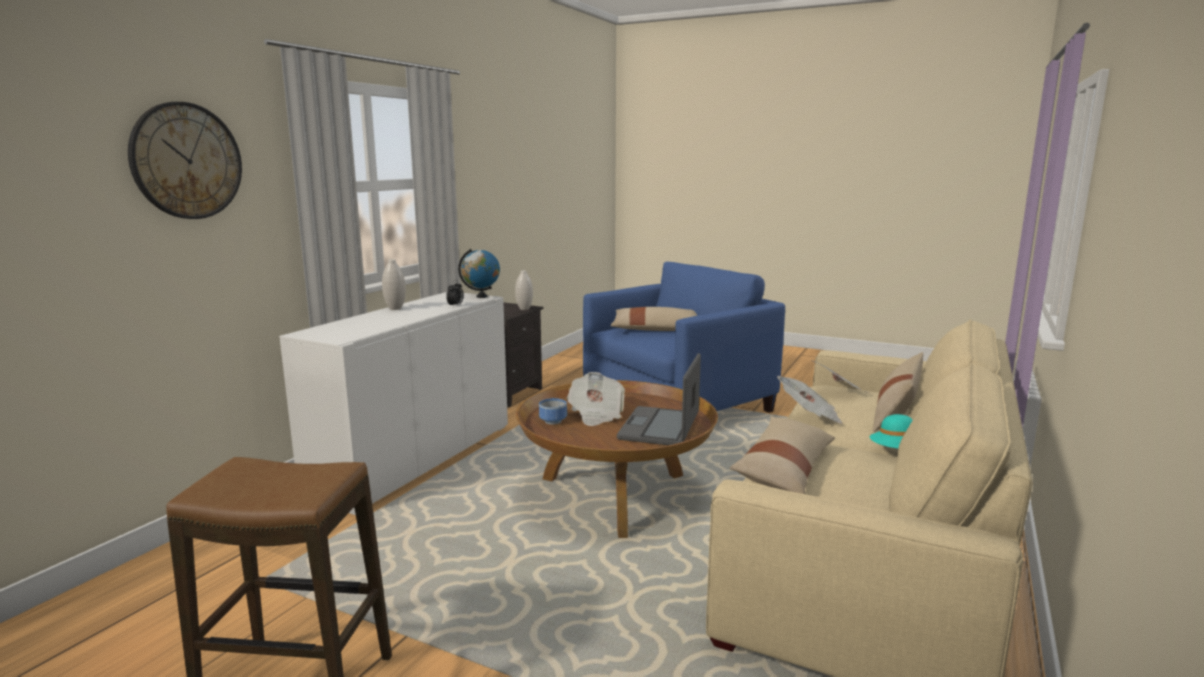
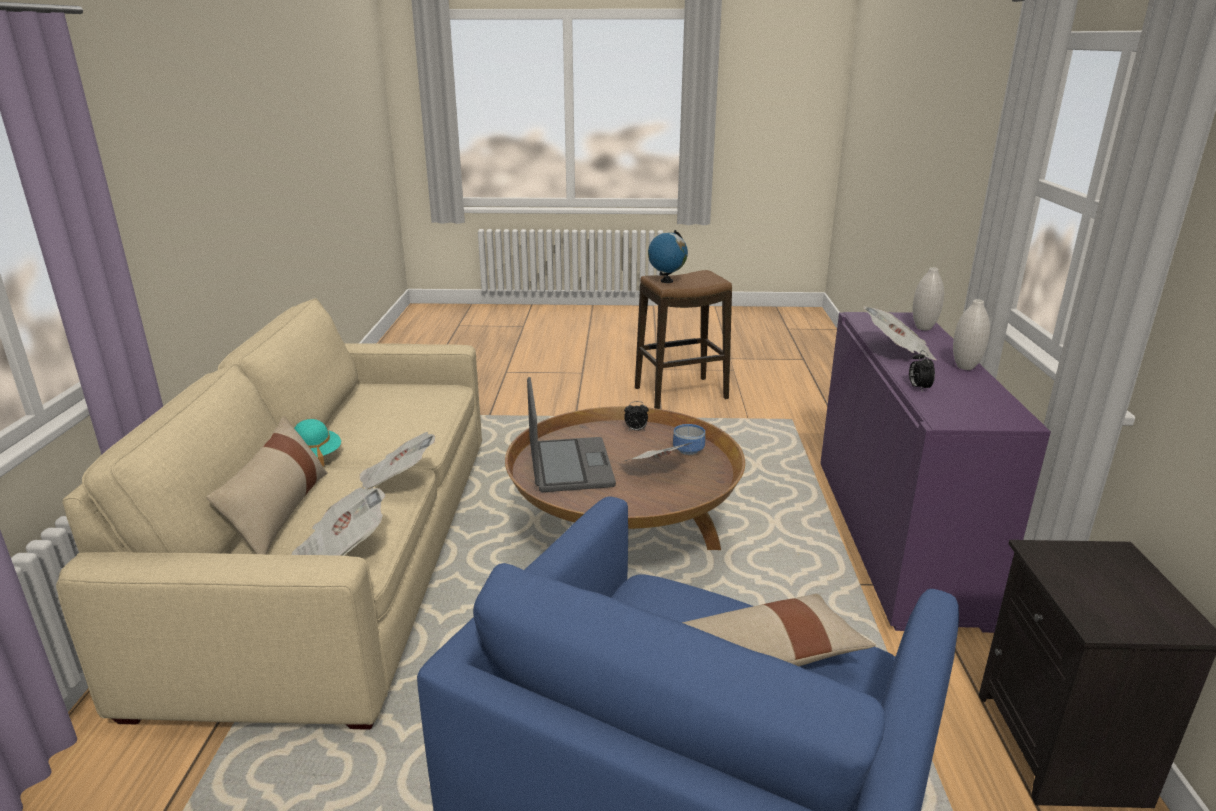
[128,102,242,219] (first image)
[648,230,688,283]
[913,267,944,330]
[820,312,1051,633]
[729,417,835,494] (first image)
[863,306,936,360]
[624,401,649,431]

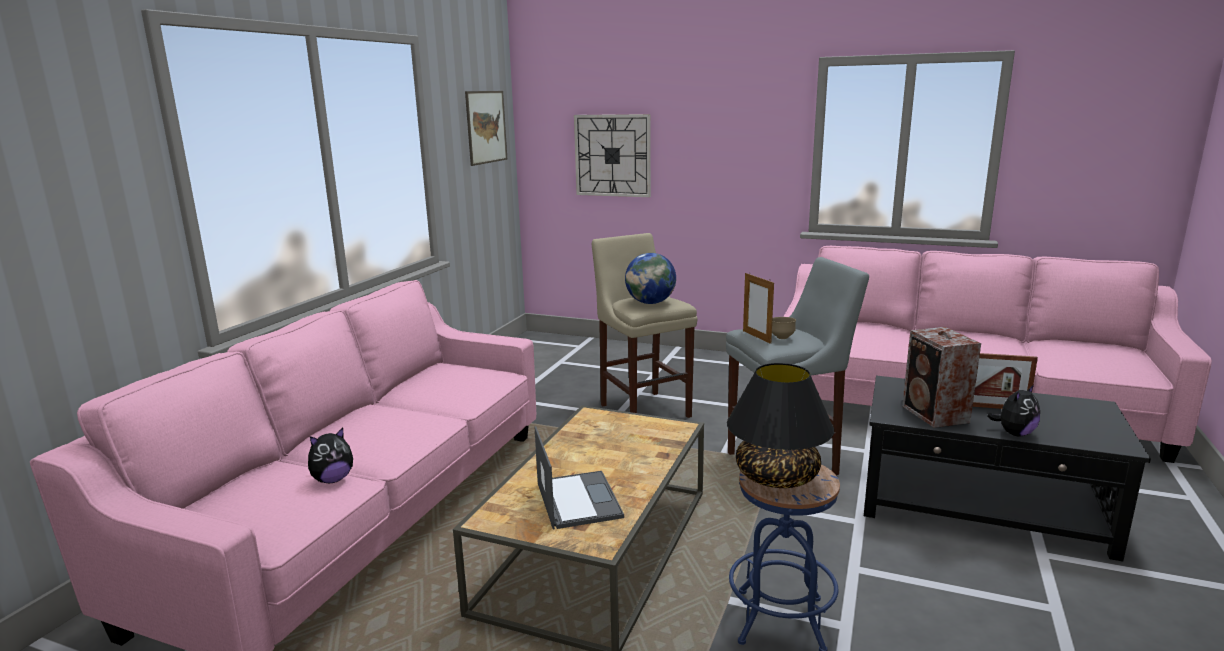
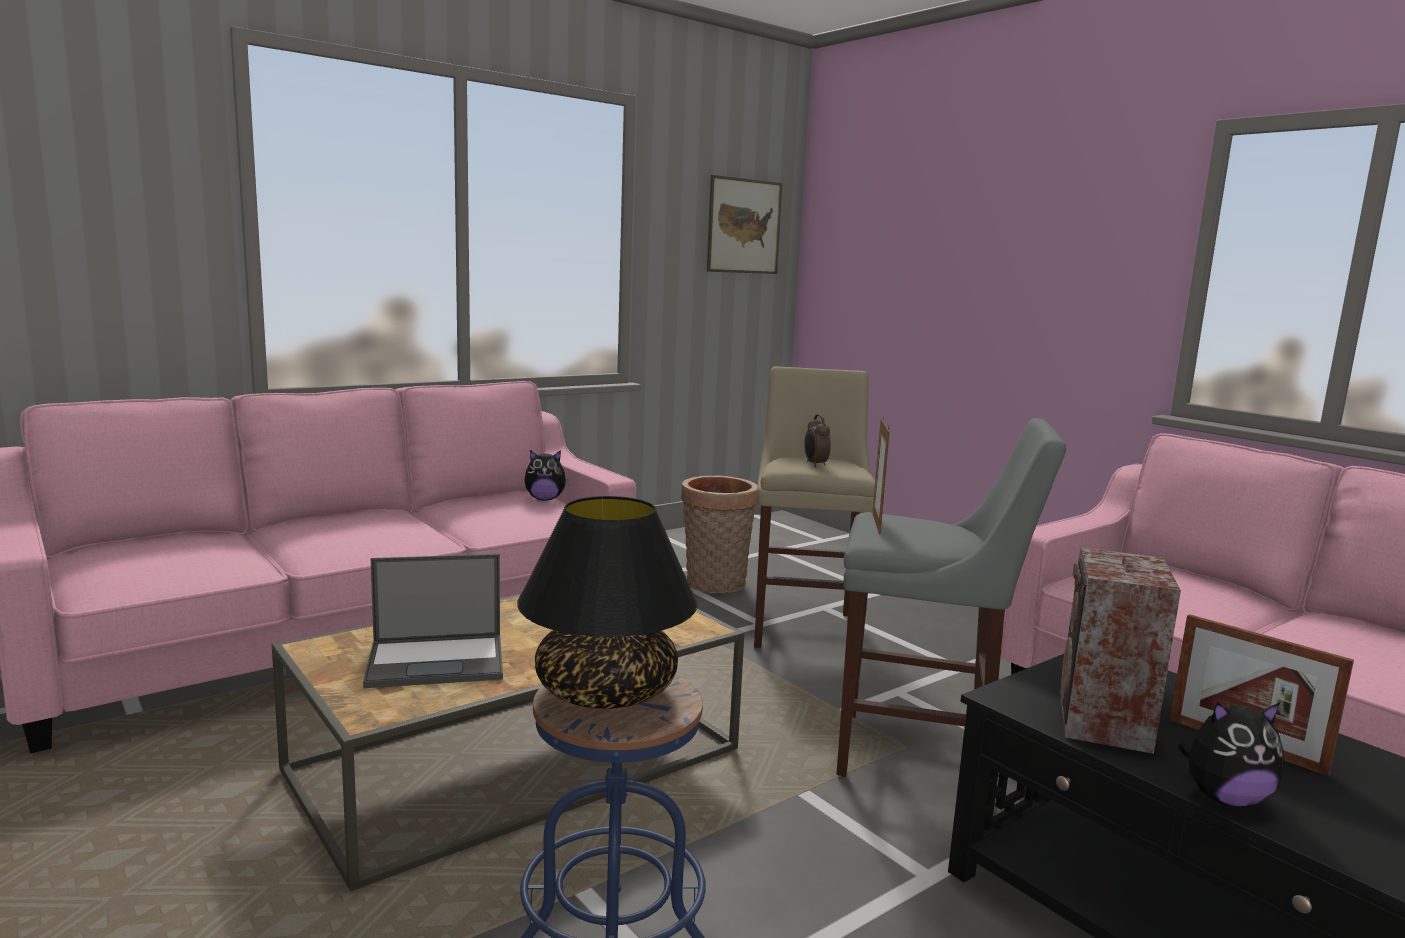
[574,114,651,197] (first image)
[804,414,831,467]
[772,317,796,339] (first image)
[363,554,503,688]
[524,450,569,501]
[681,476,758,593]

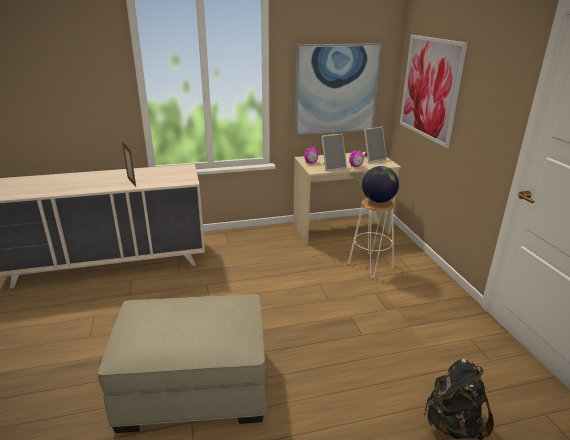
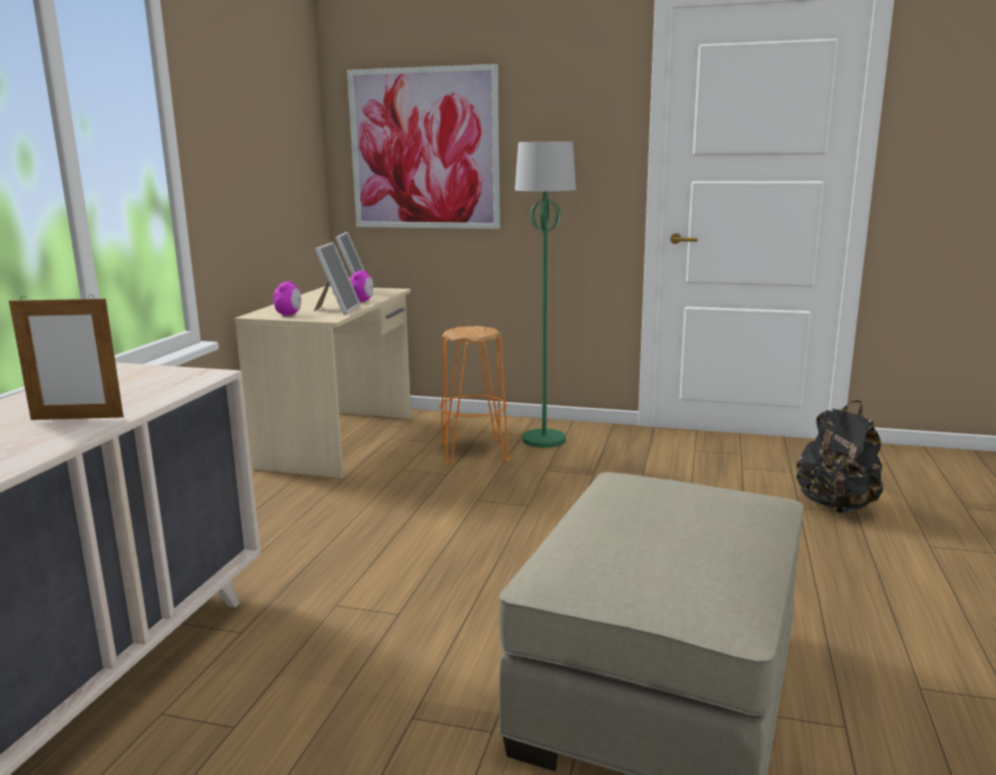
[294,43,382,135] (first image)
[362,166,399,203] (first image)
[440,326,509,465]
[515,141,576,448]

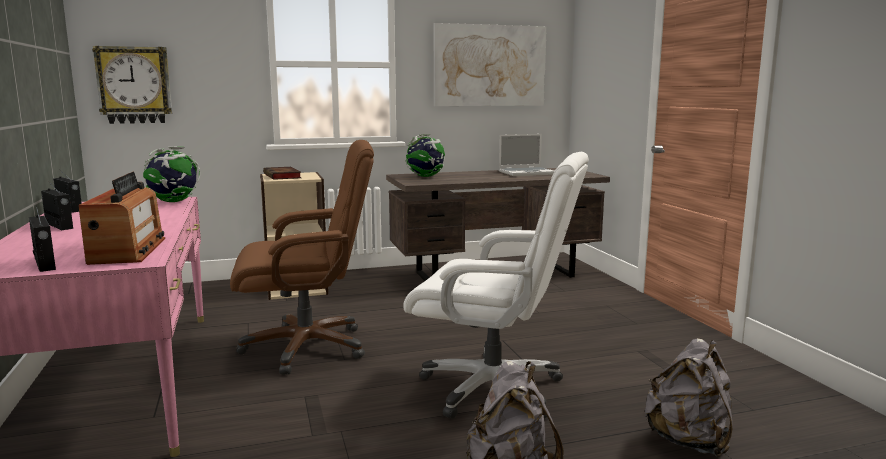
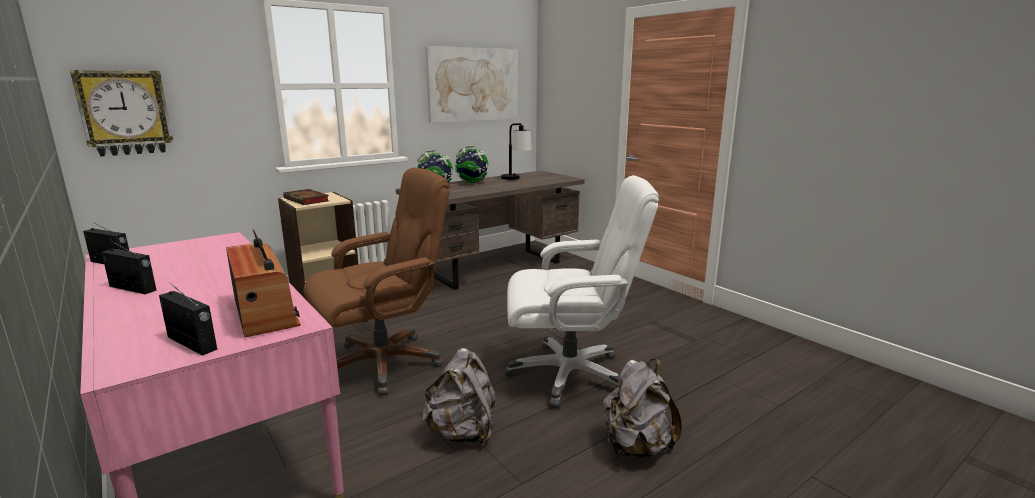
[501,123,532,180]
[455,146,488,183]
[422,348,496,446]

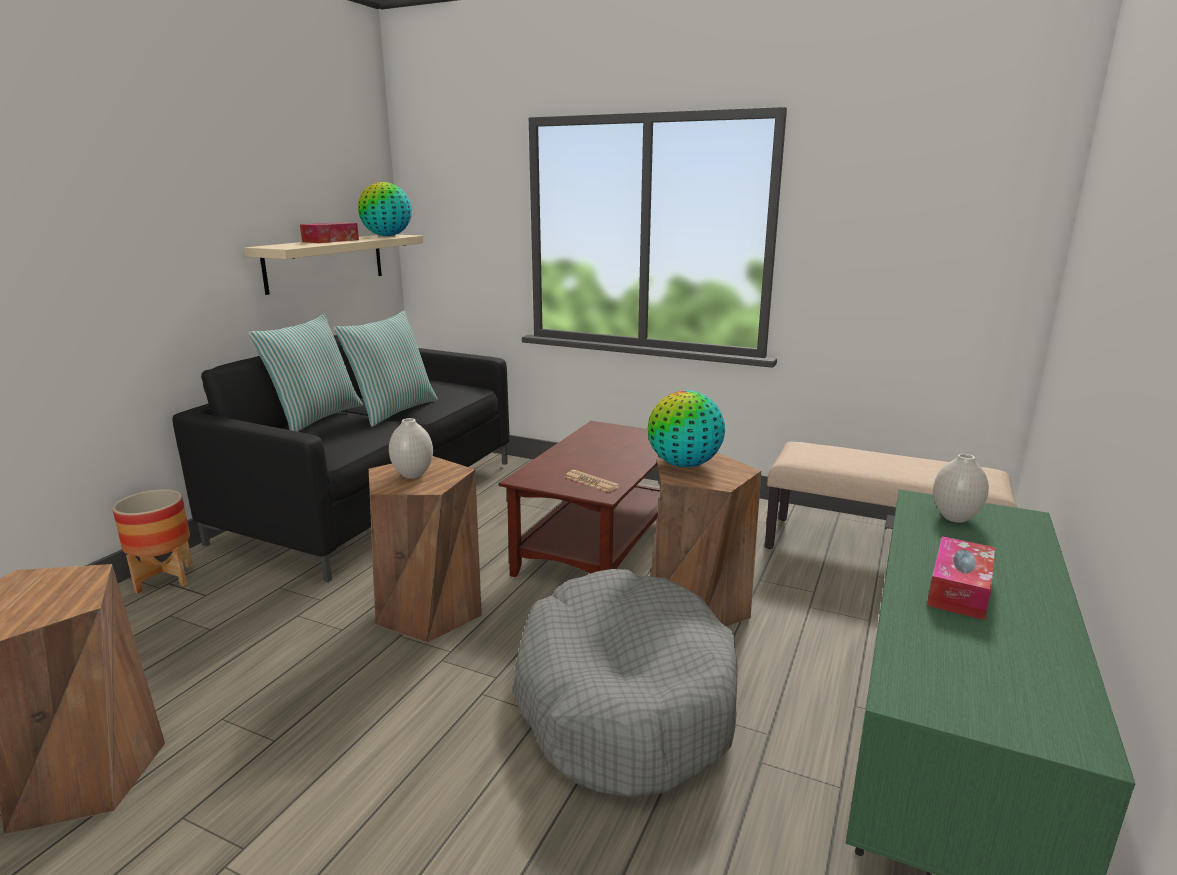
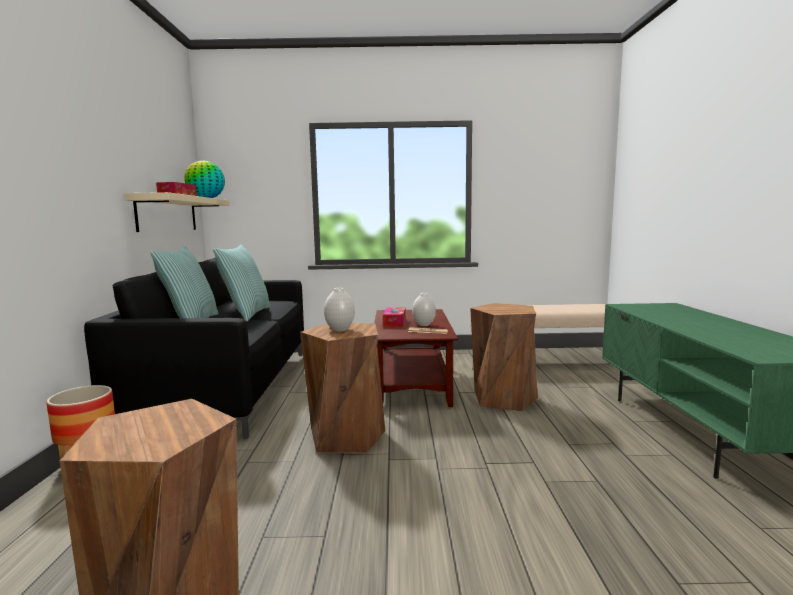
[648,390,725,467] (first image)
[412,293,436,326]
[383,307,406,328]
[512,569,738,799] (first image)

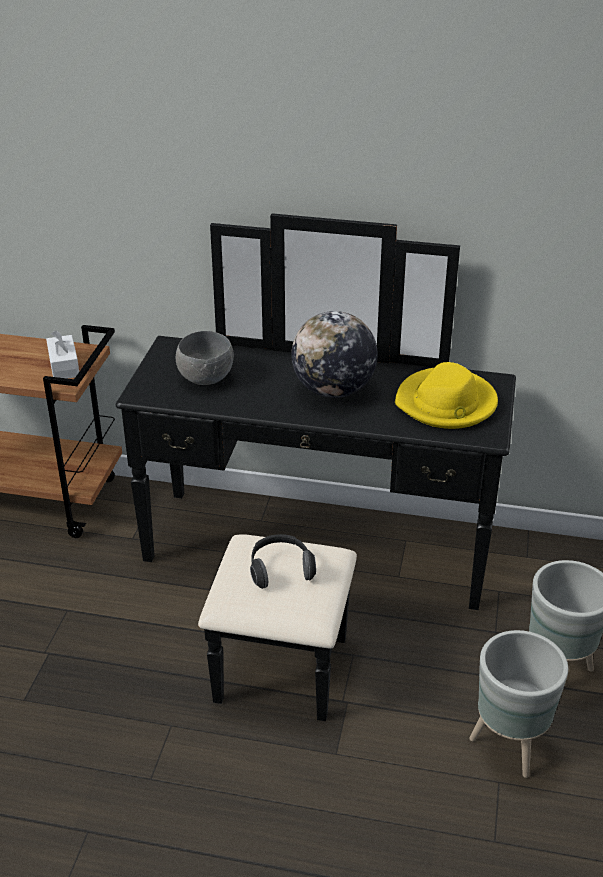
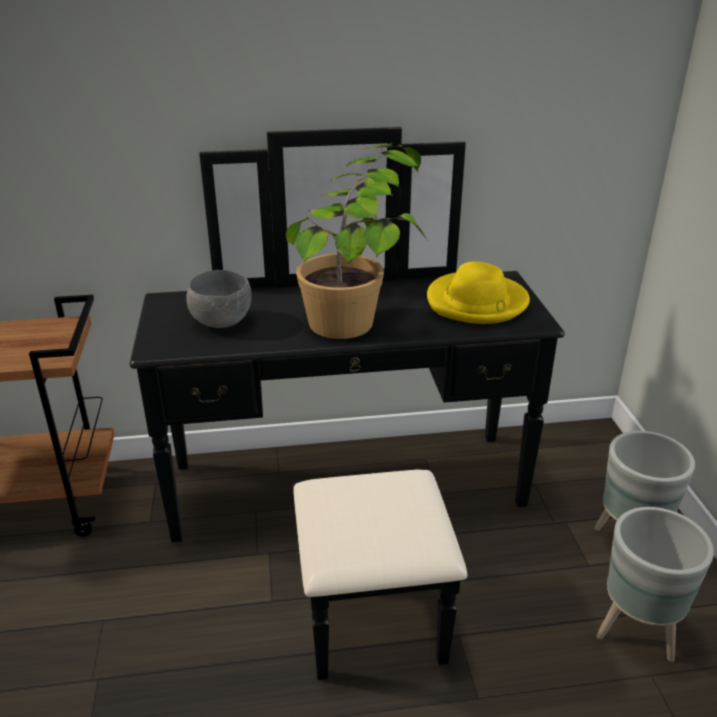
[286,144,428,339]
[46,330,79,379] (first image)
[250,534,316,589] (first image)

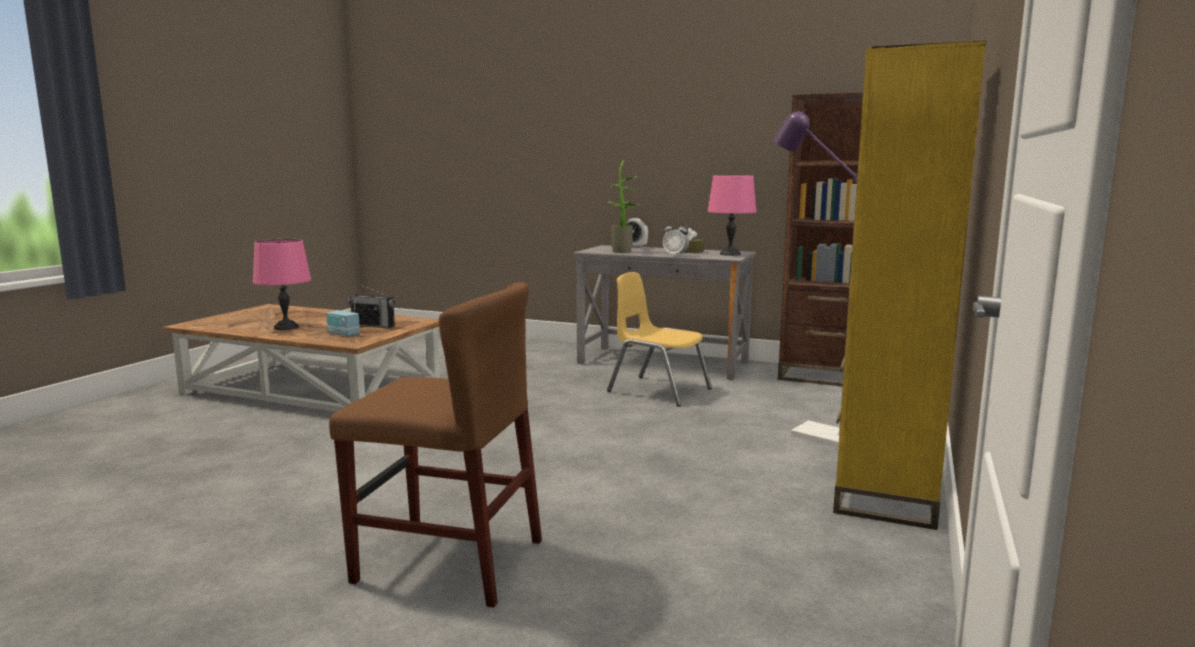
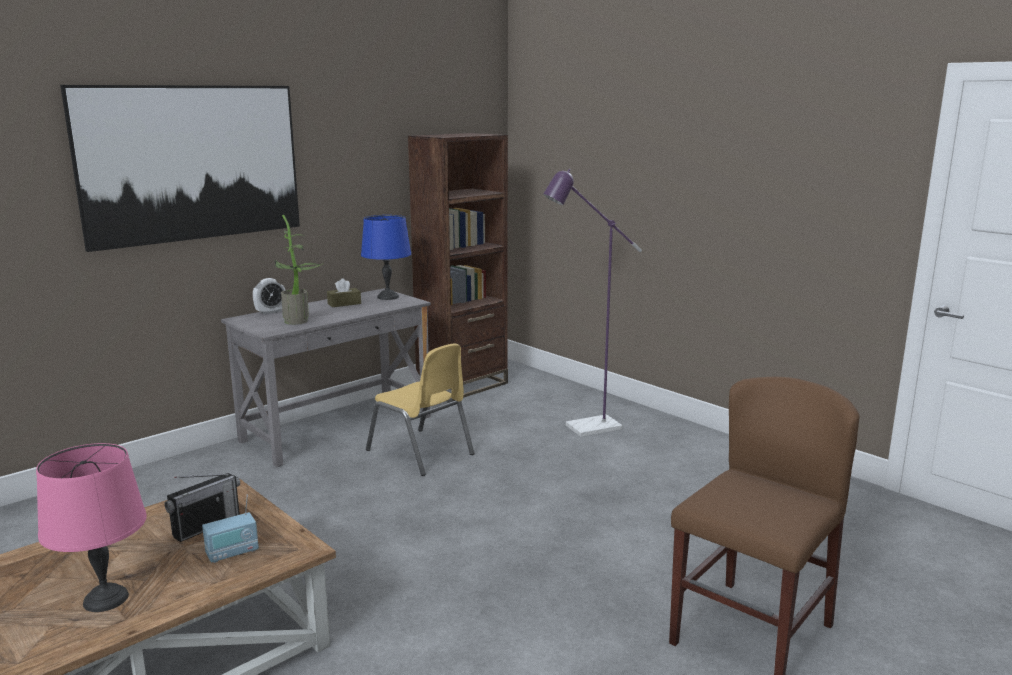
[833,40,987,530] (first image)
[361,215,411,300]
[663,221,689,256] (first image)
[366,344,474,476]
[60,85,300,252]

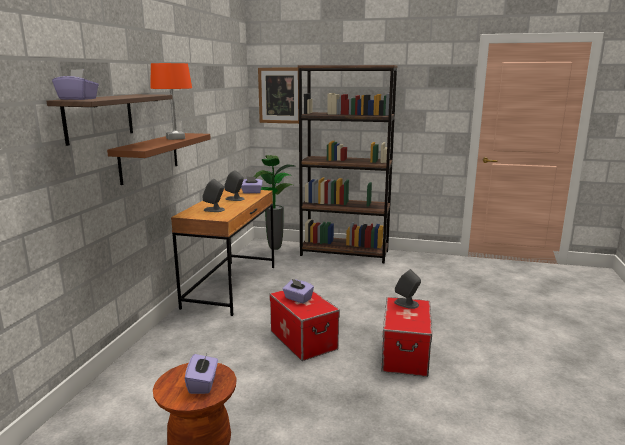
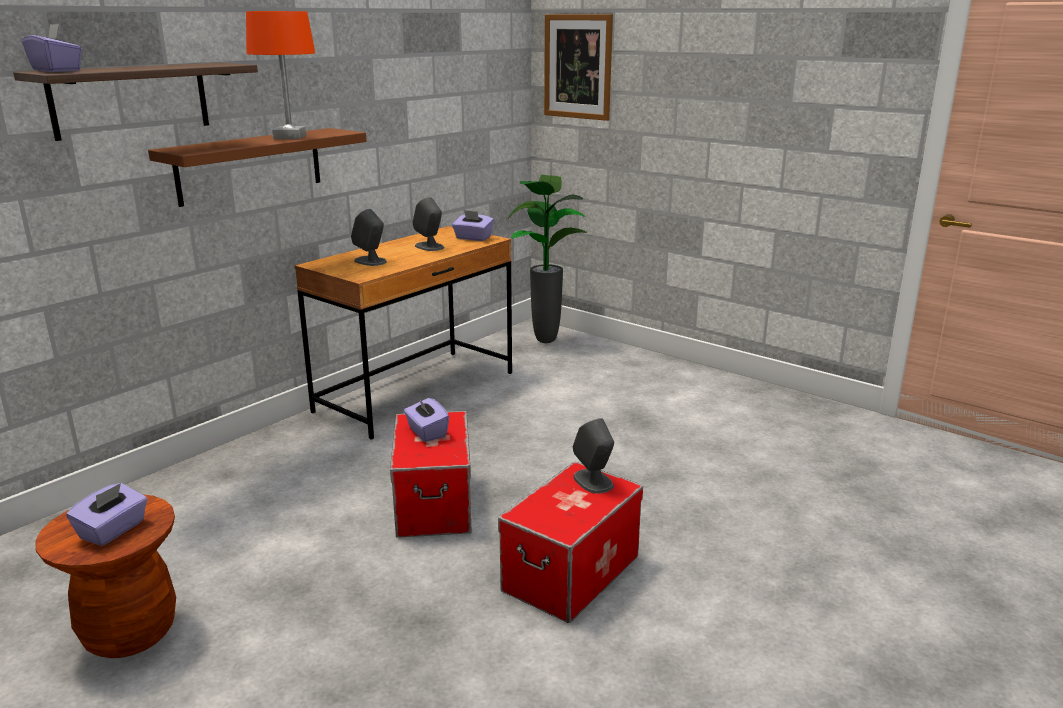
[298,65,398,263] (first image)

